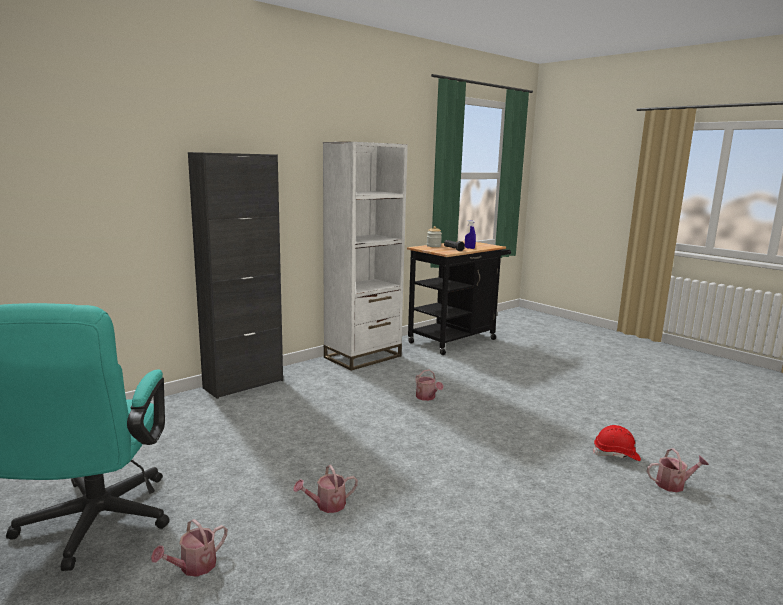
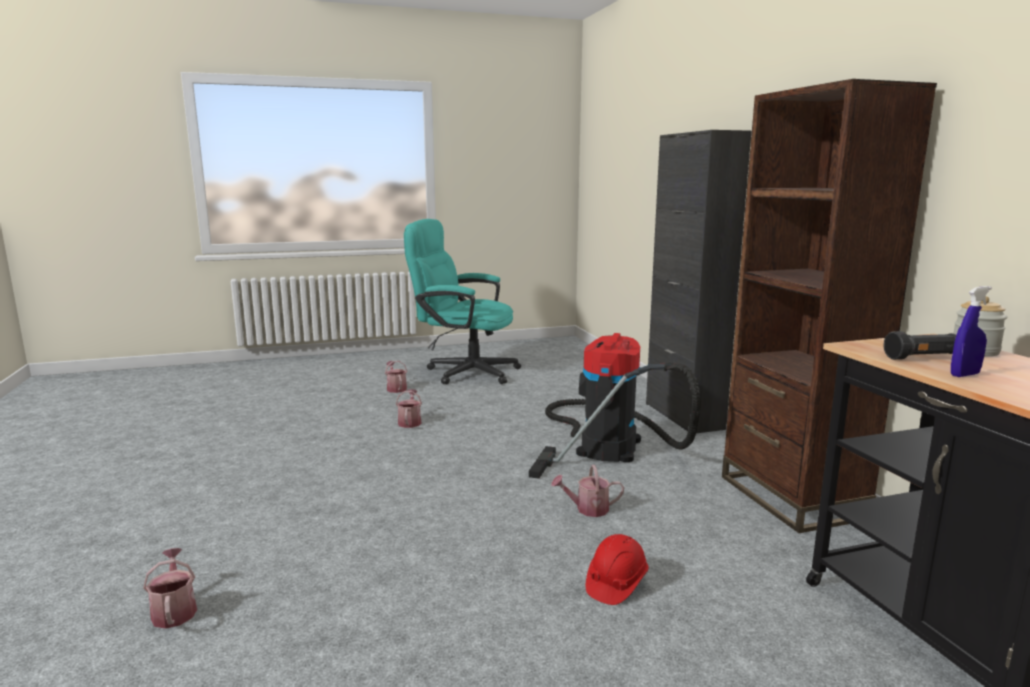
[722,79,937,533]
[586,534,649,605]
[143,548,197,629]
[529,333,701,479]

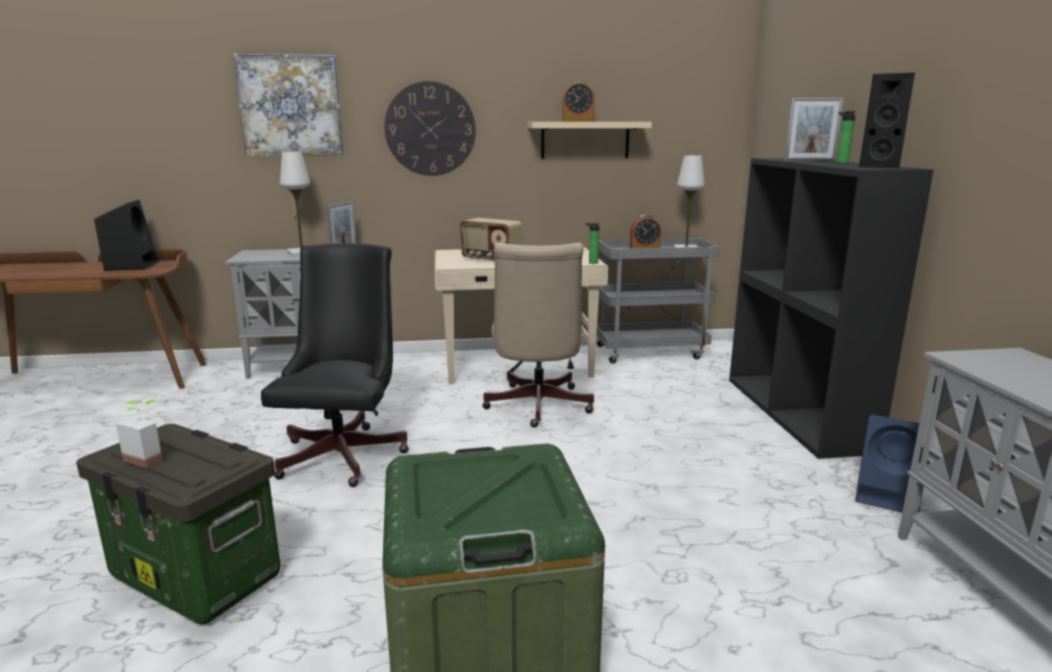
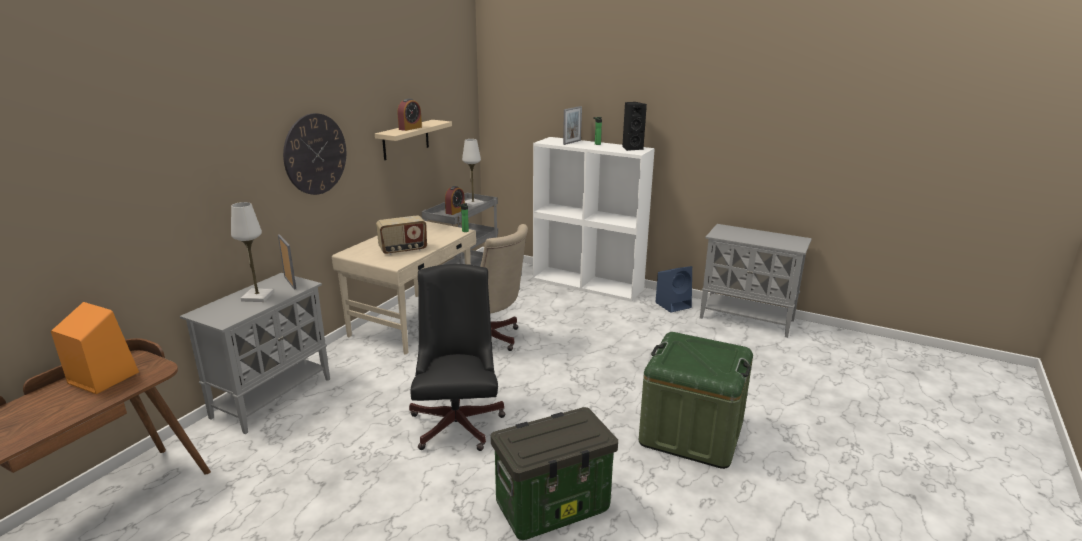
[233,54,343,156] (first image)
[533,137,655,302]
[51,302,139,394]
[409,264,505,451]
[116,400,163,468] (first image)

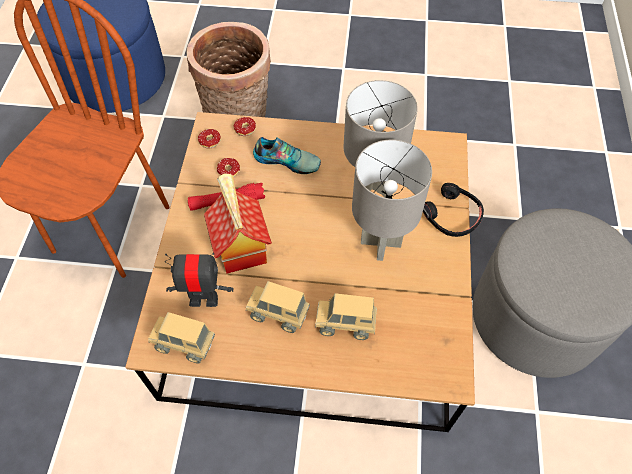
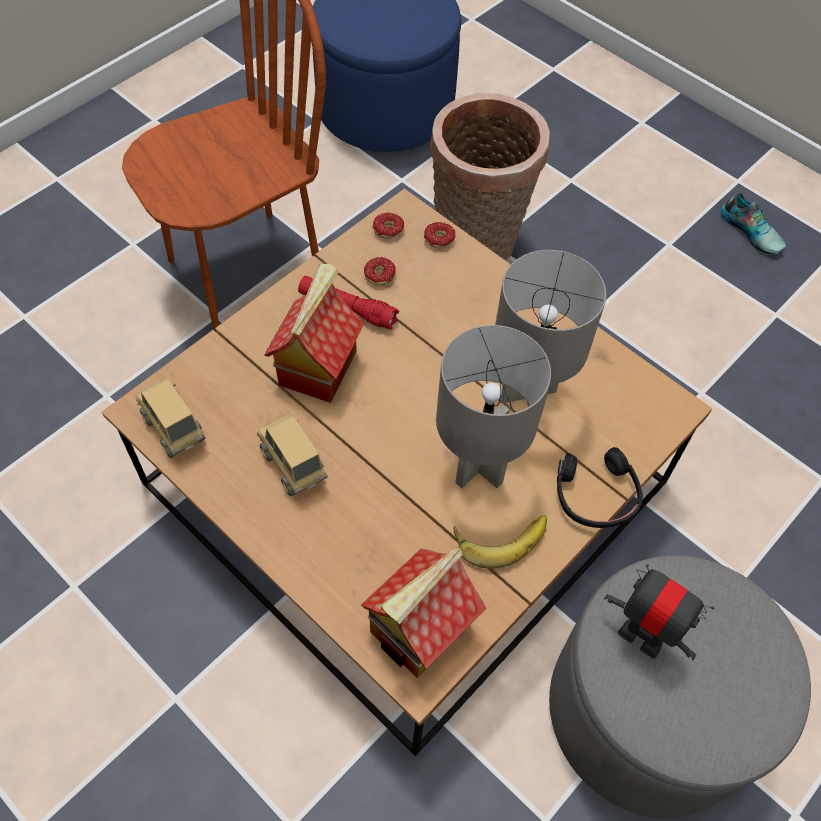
[721,193,786,255]
[604,564,715,660]
[315,293,377,340] (first image)
[454,515,547,569]
[361,547,487,678]

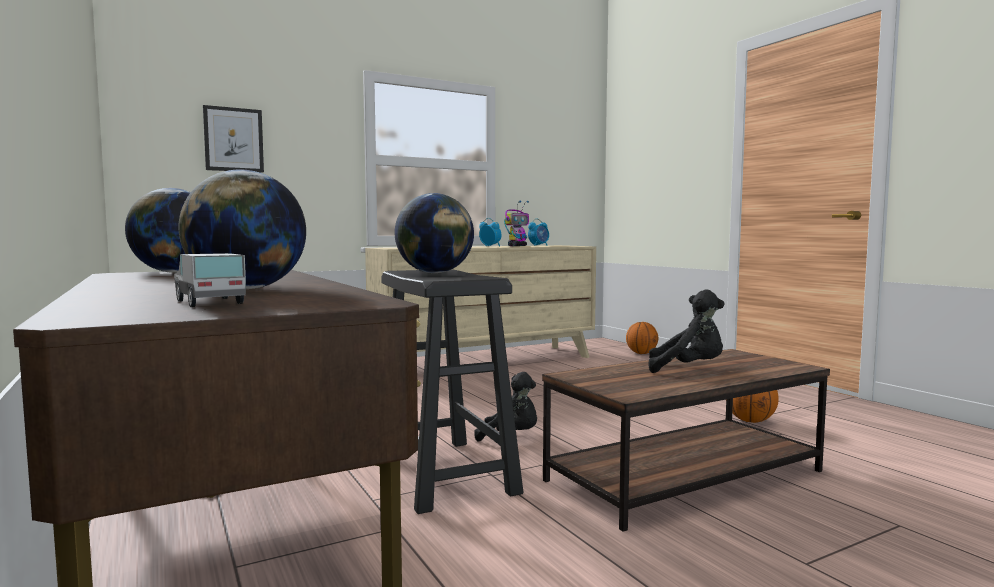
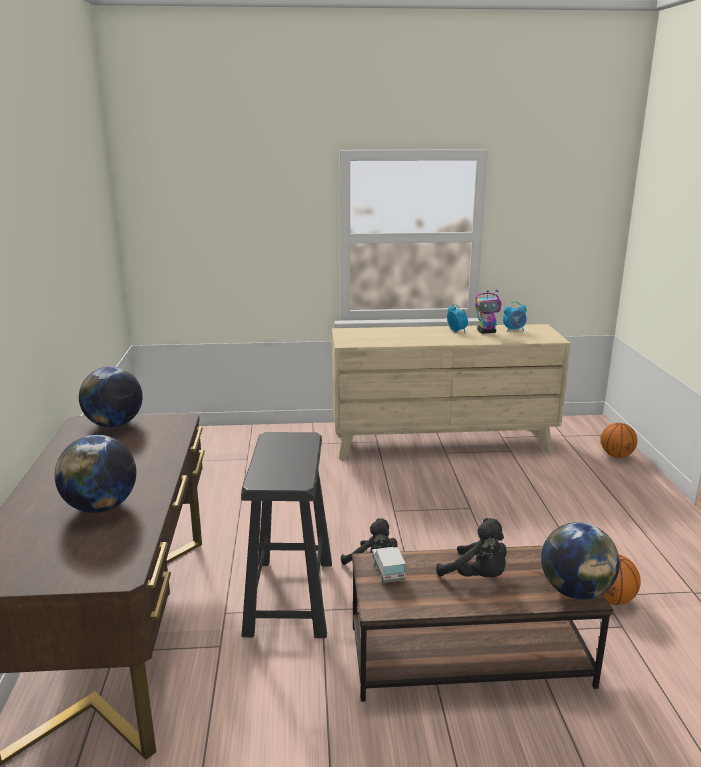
[203,105,264,173] (first image)
[541,522,620,600]
[372,547,406,583]

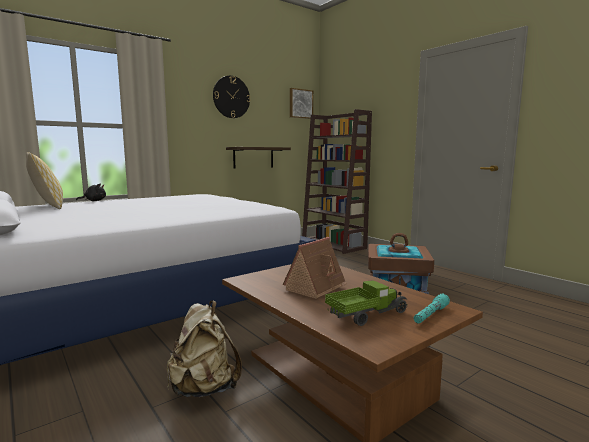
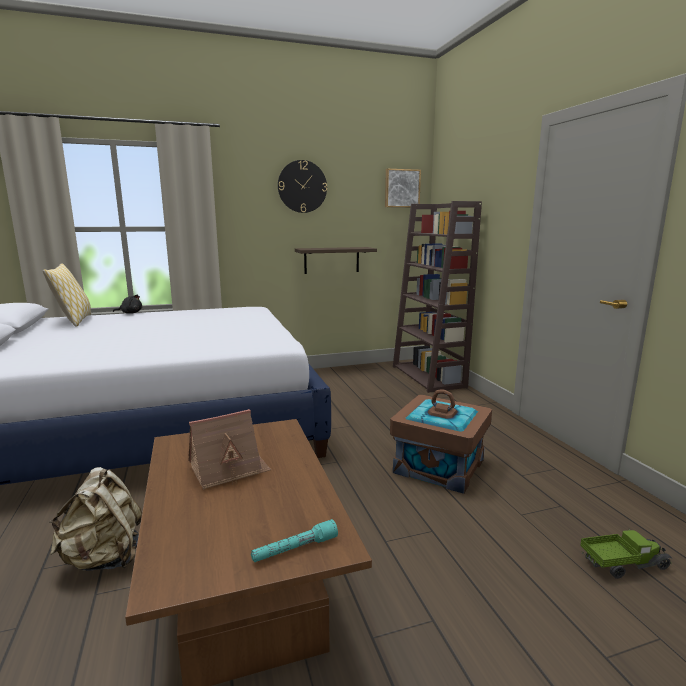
[580,529,672,579]

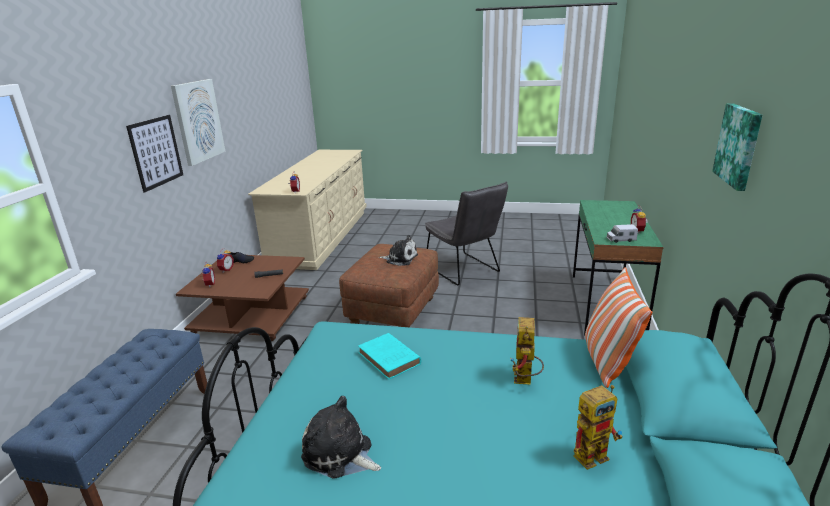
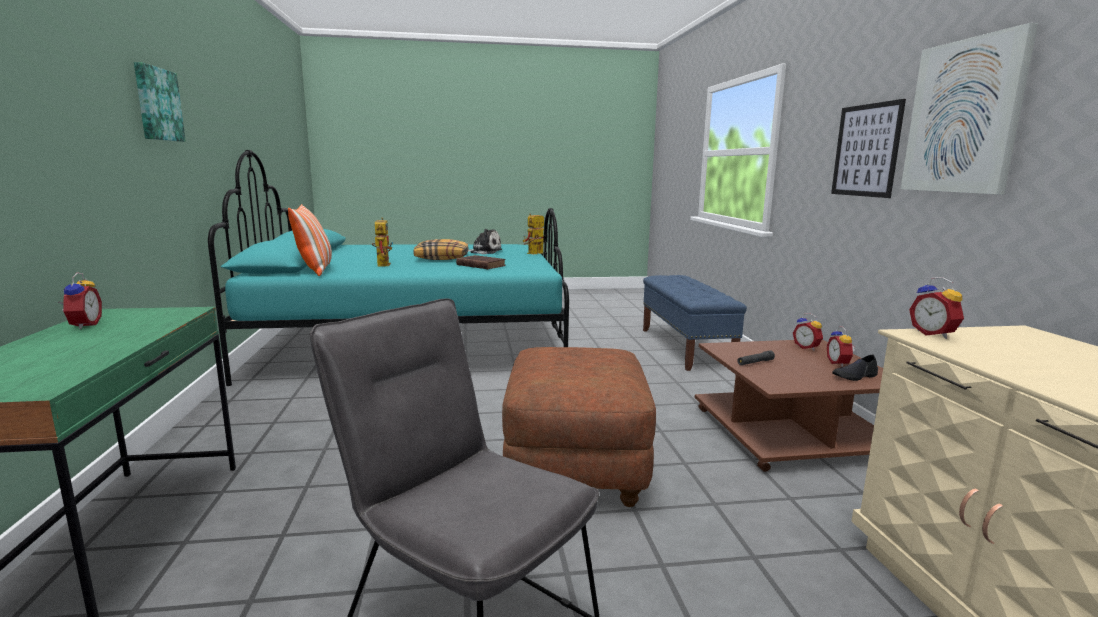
[606,224,638,243] (first image)
[378,235,418,266] (first image)
[456,255,506,269]
[523,214,544,254]
[413,239,469,260]

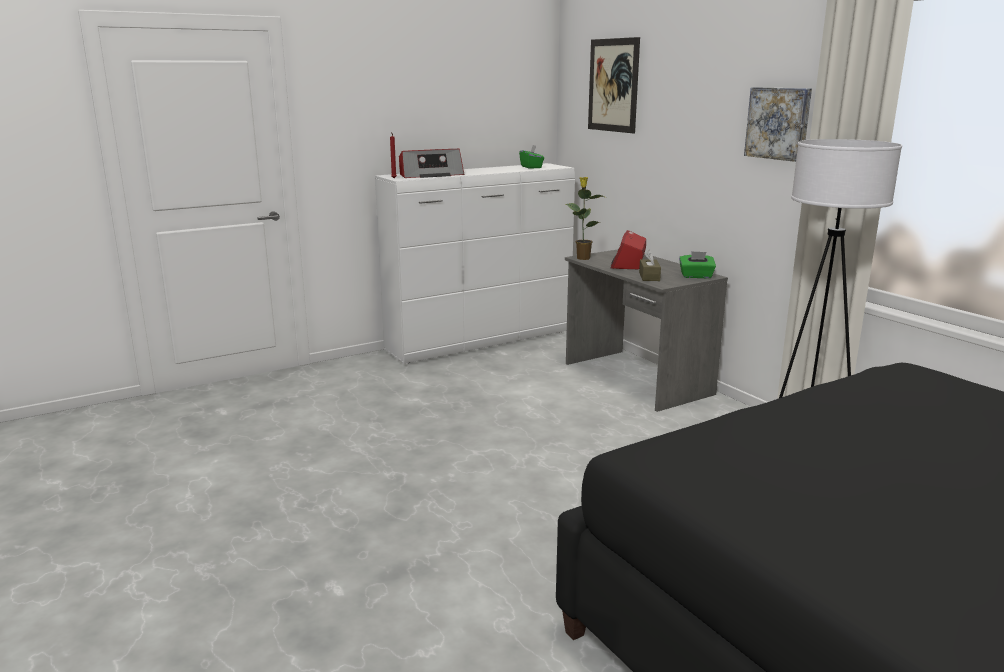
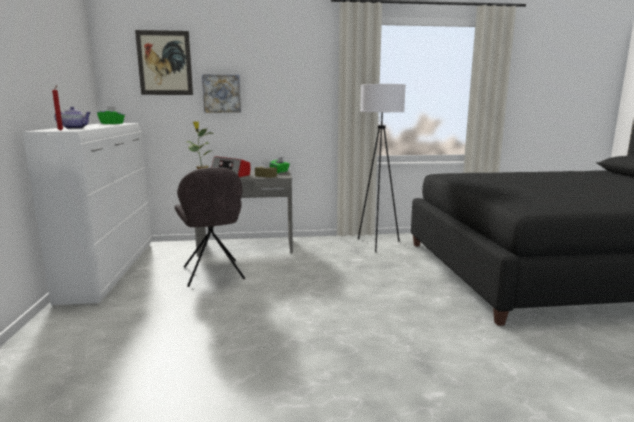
[202,75,241,113]
[55,107,91,129]
[175,167,245,287]

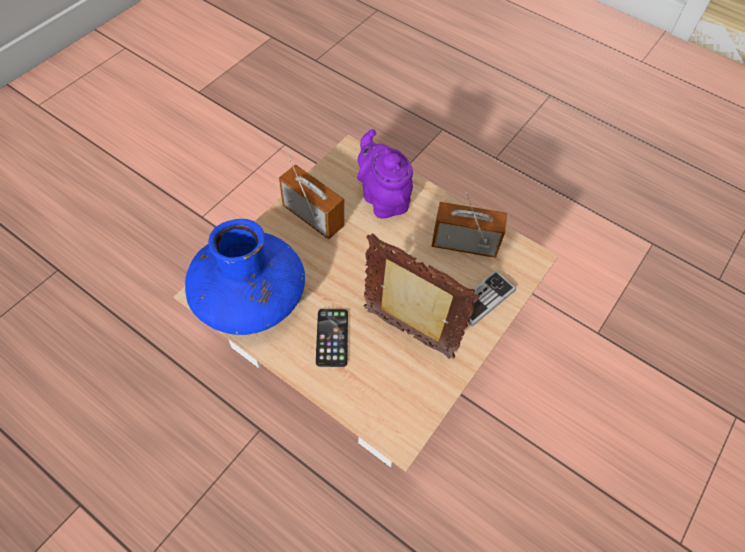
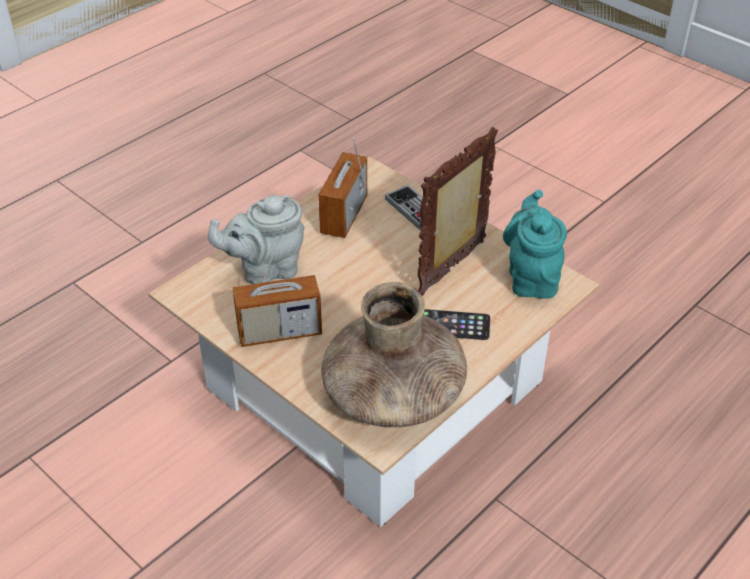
[208,195,304,284]
[232,227,322,347]
[321,282,467,427]
[503,190,567,299]

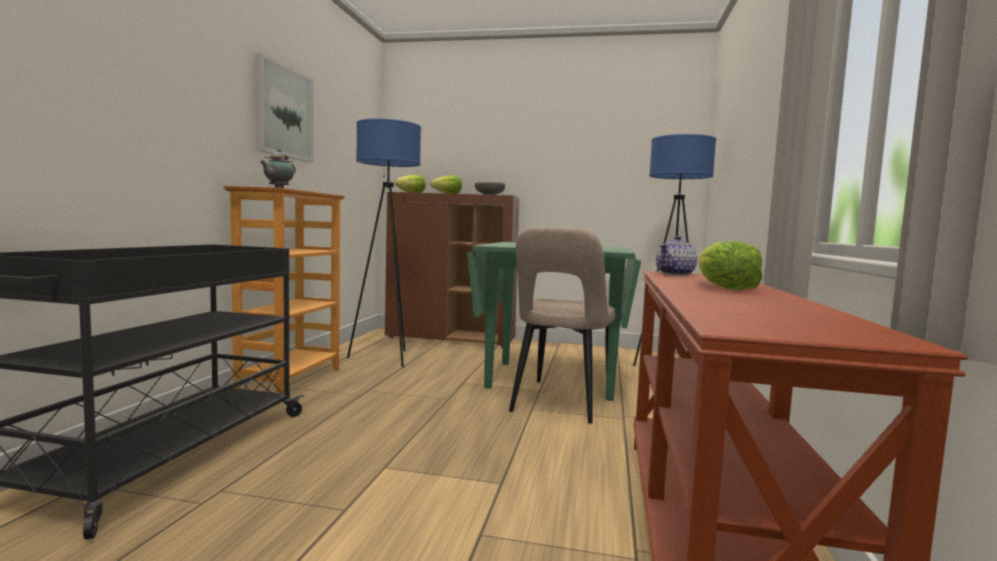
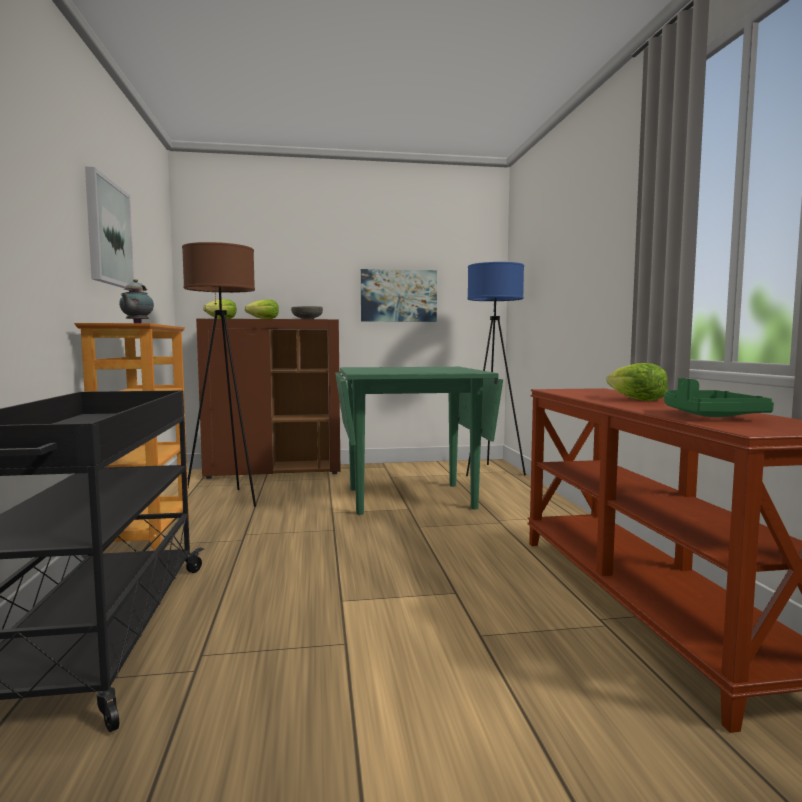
[182,242,256,507]
[509,227,616,424] (first image)
[656,236,697,275] (first image)
[361,269,437,322]
[664,378,774,417]

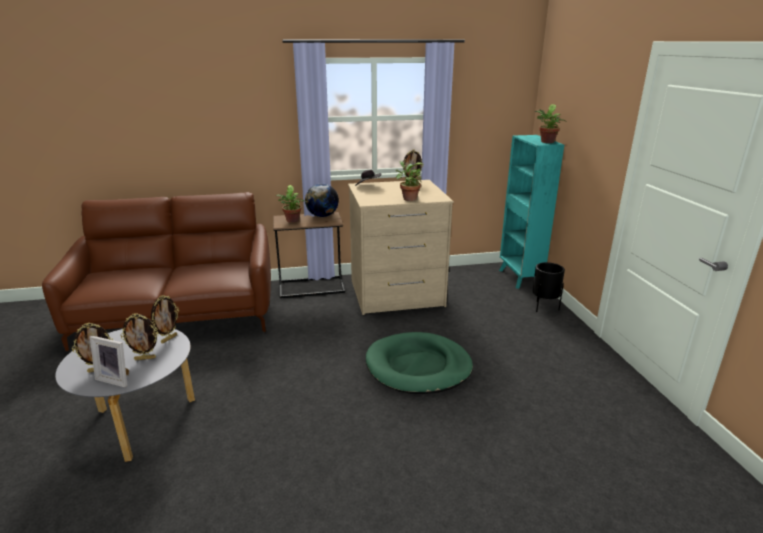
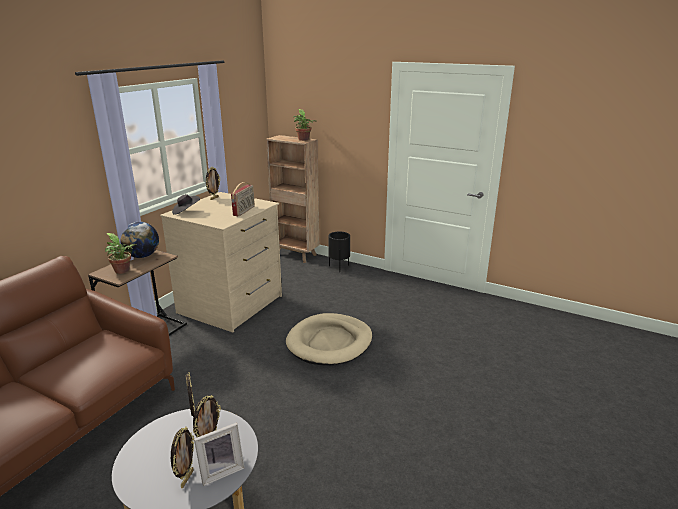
[266,135,319,263]
[231,182,255,216]
[286,313,372,365]

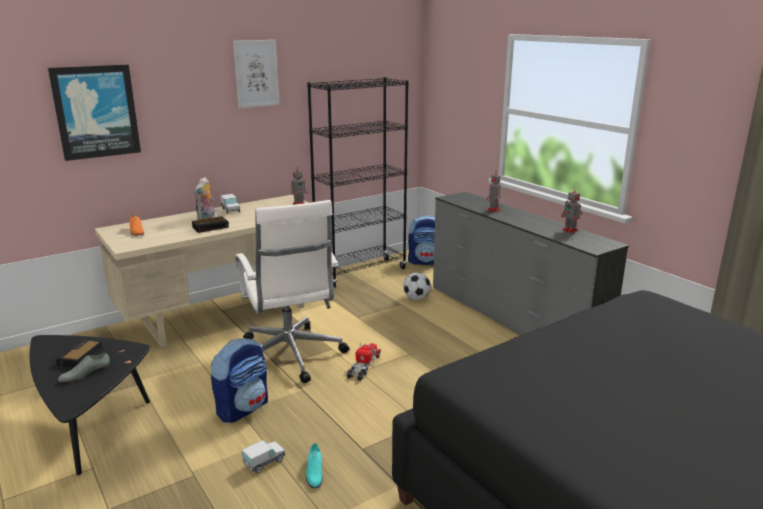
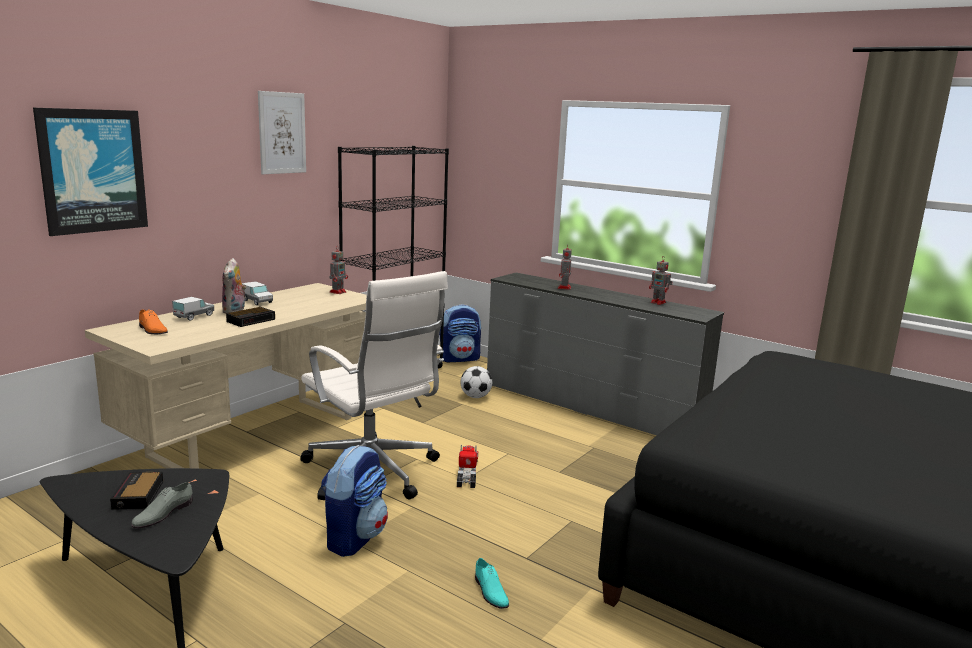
[172,297,214,321]

